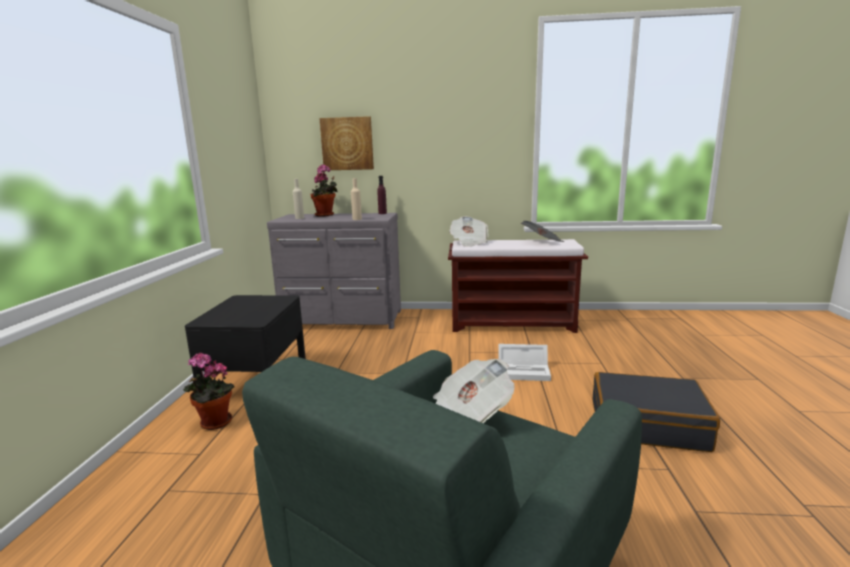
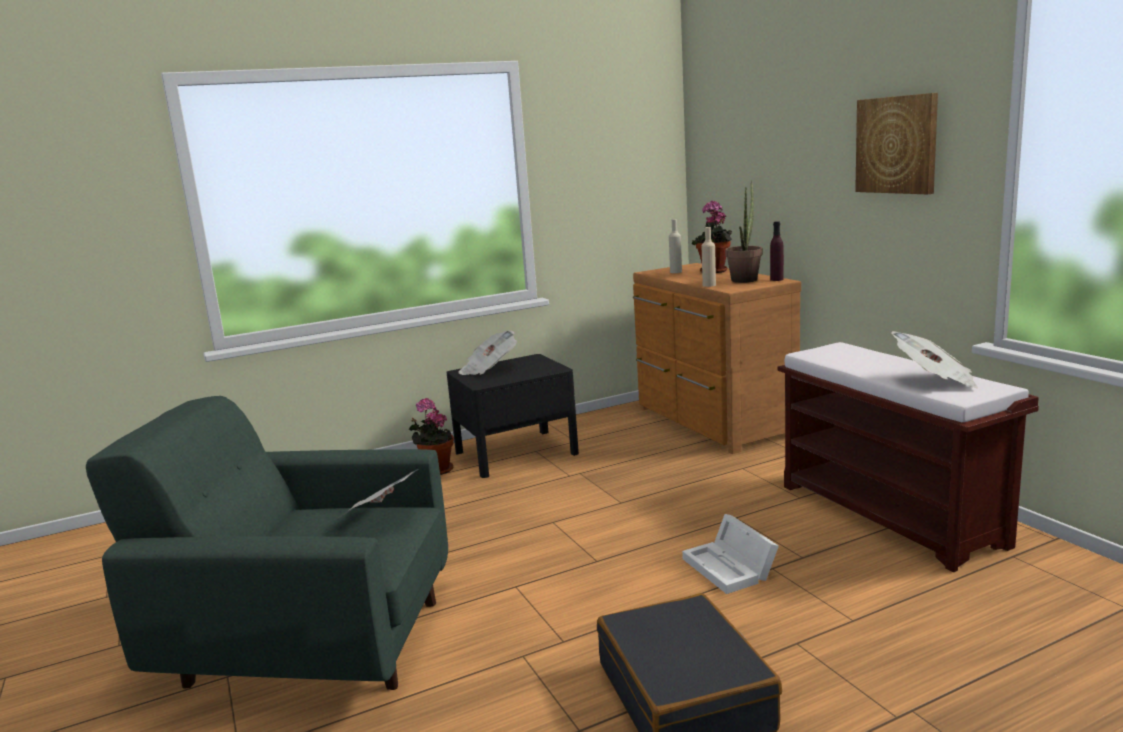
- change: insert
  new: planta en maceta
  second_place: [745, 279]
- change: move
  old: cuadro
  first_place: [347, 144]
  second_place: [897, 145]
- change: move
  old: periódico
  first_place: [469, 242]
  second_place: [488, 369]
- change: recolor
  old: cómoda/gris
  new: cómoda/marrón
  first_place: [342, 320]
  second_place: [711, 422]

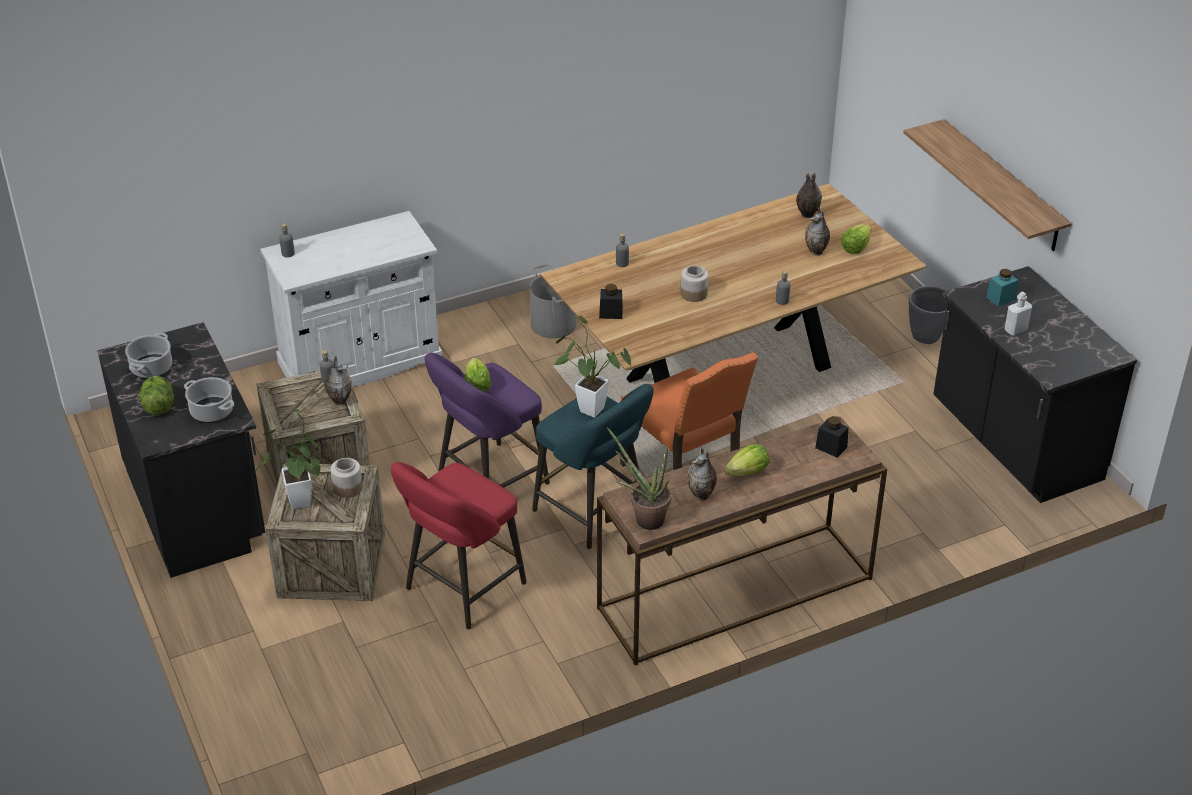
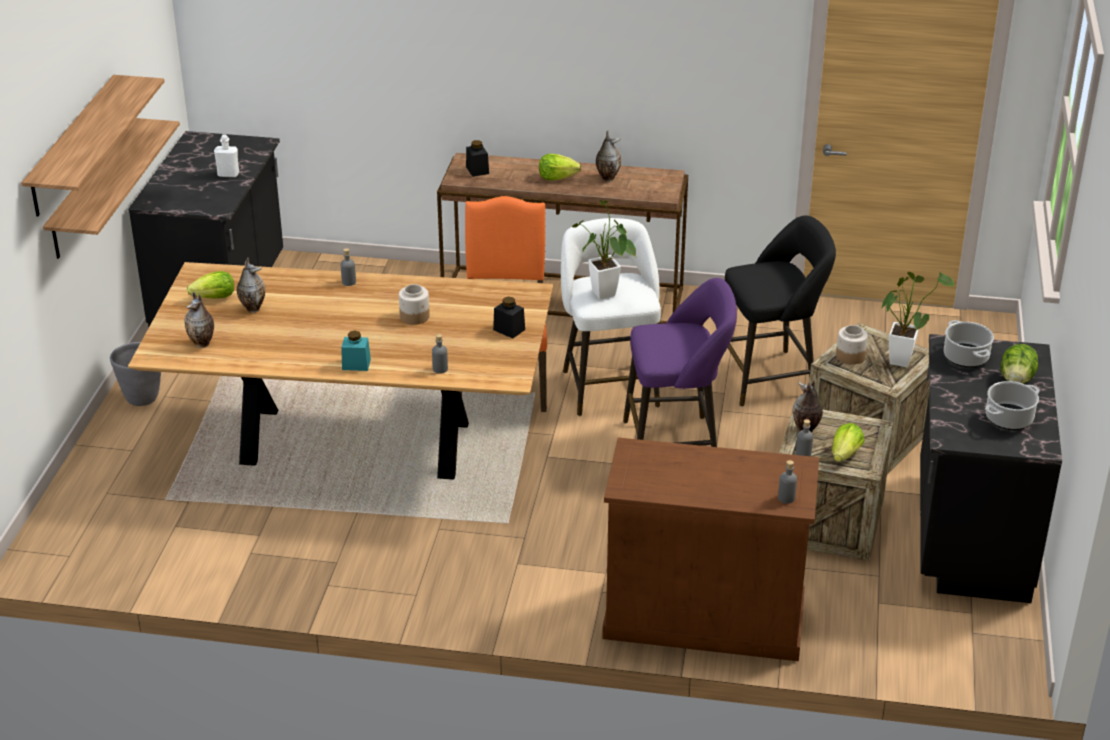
- change: delete
  old: cubo/gris
  first_place: [554, 324]
- change: delete
  old: planta en maceta
  first_place: [644, 518]
- change: insert
  new: estante
  second_place: [73, 146]
- change: move
  old: lechuga
  first_place: [477, 386]
  second_place: [845, 454]
- change: move
  old: tarro/turquesa
  first_place: [1001, 298]
  second_place: [356, 364]
- change: recolor
  old: armario/blanco
  new: armario/marrón
  first_place: [360, 362]
  second_place: [704, 618]
- change: recolor
  old: taburete/rojo
  new: taburete/negro
  first_place: [461, 590]
  second_place: [770, 377]
- change: recolor
  old: taburete/turquesa
  new: taburete/blanco
  first_place: [594, 513]
  second_place: [609, 385]

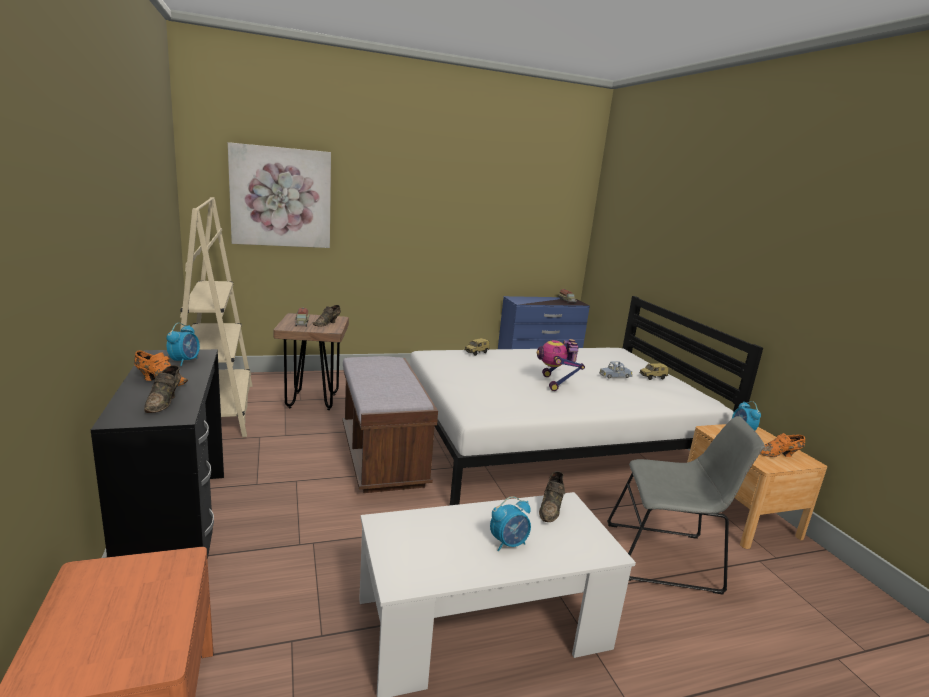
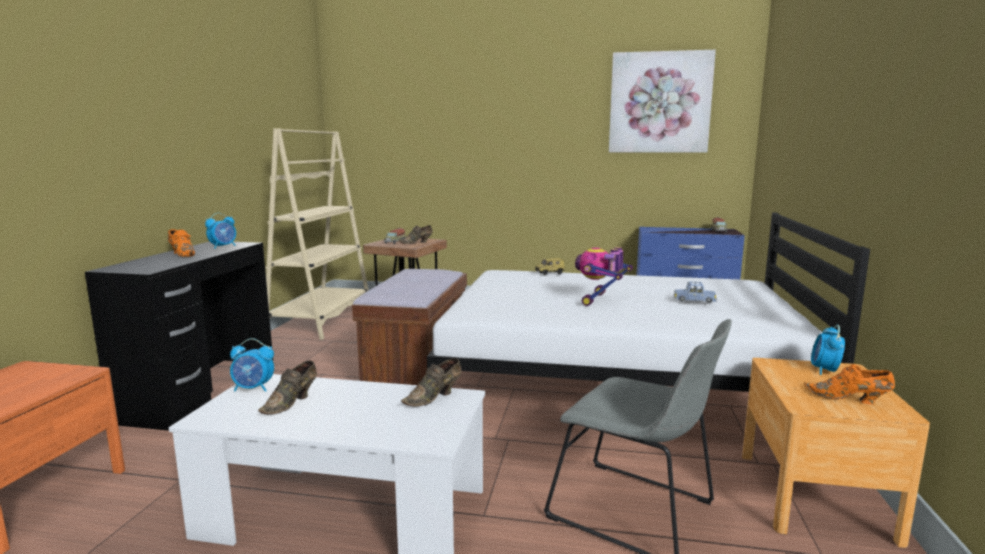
- change: delete
  old: coche de juguete
  first_place: [653, 378]
- change: move
  old: zapato/marrón
  first_place: [164, 402]
  second_place: [292, 402]
- change: move
  old: cuadro
  first_place: [281, 197]
  second_place: [659, 103]
- change: move
  old: despertador
  first_place: [509, 543]
  second_place: [253, 388]

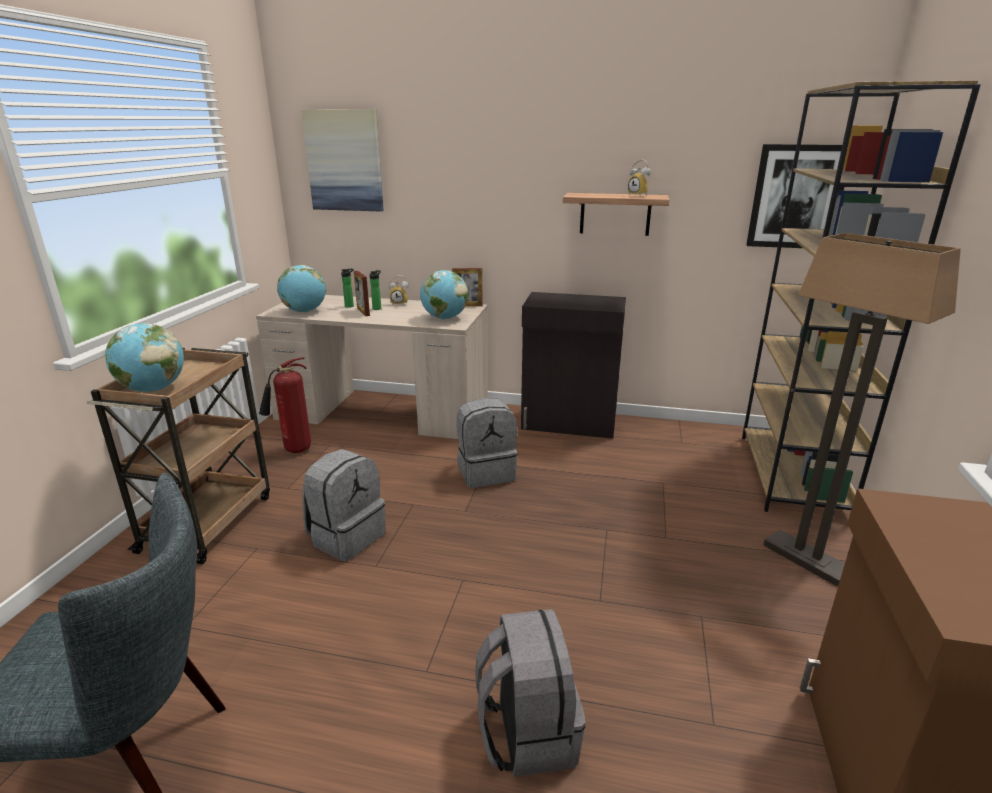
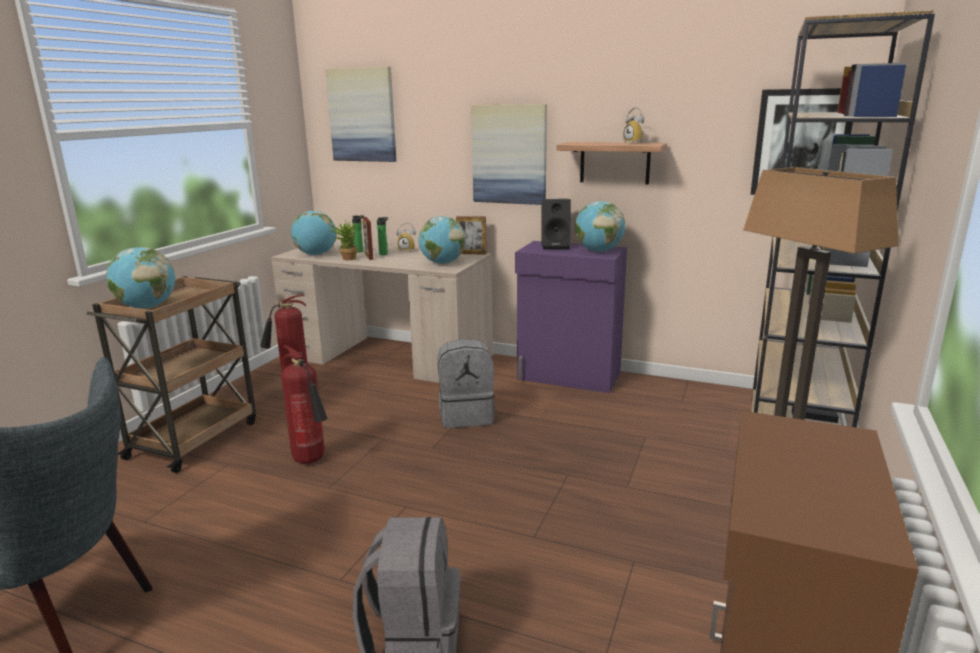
- change: insert
  new: planta en maceta
  second_place: [346, 258]
- change: insert
  new: cuadro
  second_place: [509, 154]
- change: insert
  new: altavoz/negro
  second_place: [556, 246]
- change: insert
  new: globo terráqueo
  second_place: [598, 251]
- change: replace
  old: mochila/gris
  new: extintor
  first_place: [346, 536]
  second_place: [312, 461]
- change: recolor
  old: armario/negro
  new: armario/morado
  first_place: [569, 423]
  second_place: [569, 377]

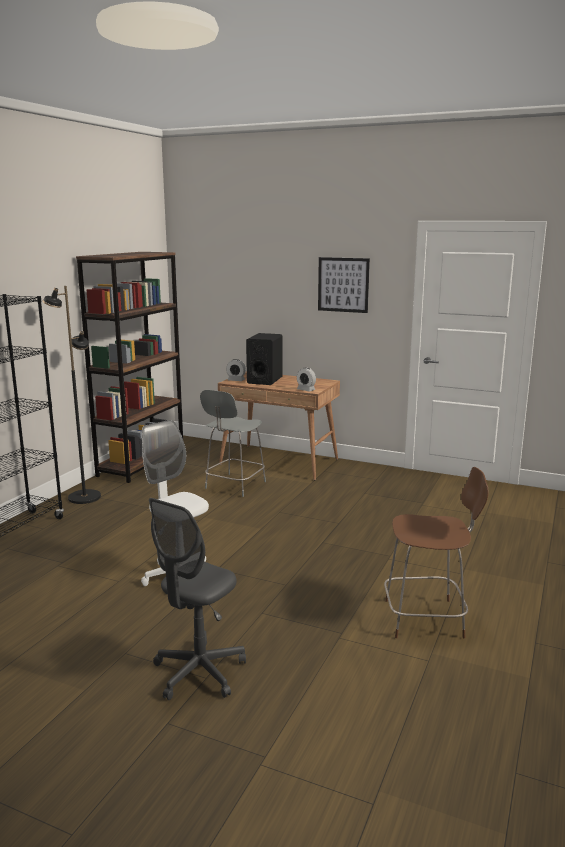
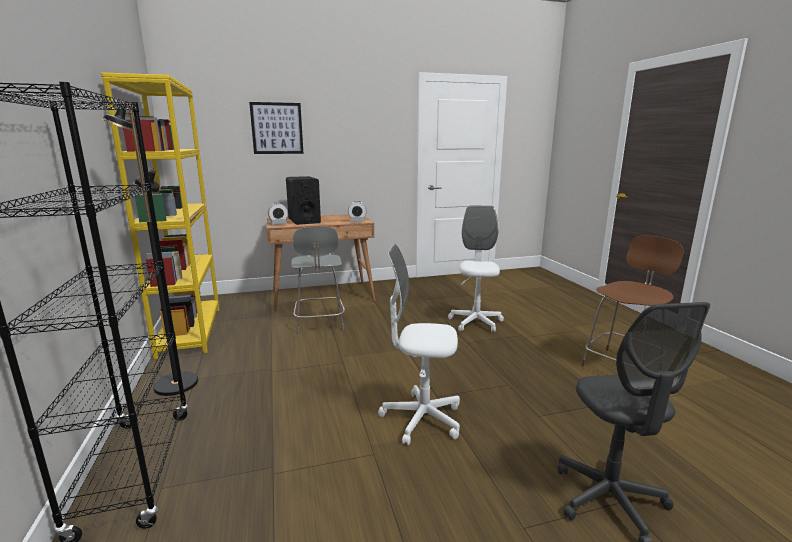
- change: insert
  new: silla de oficina/blanco
  second_place: [475, 322]
- change: move
  old: cuadro
  first_place: [343, 285]
  second_place: [277, 128]
- change: recolor
  old: estantería/marrón
  new: estantería/amarillo
  first_place: [141, 463]
  second_place: [190, 331]

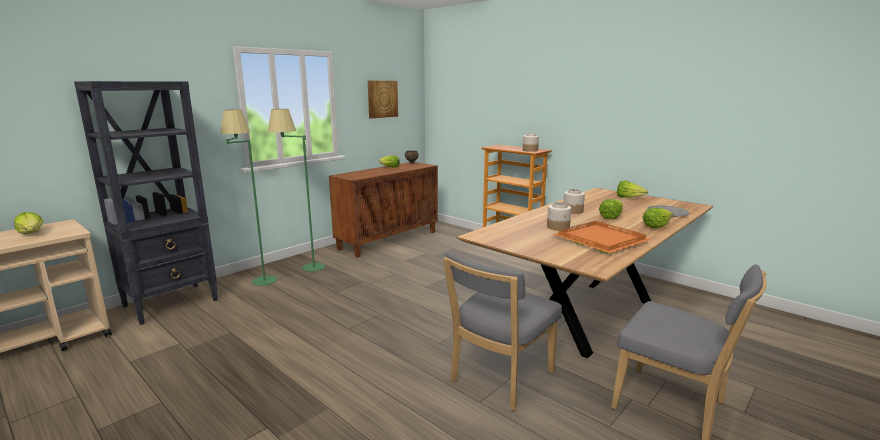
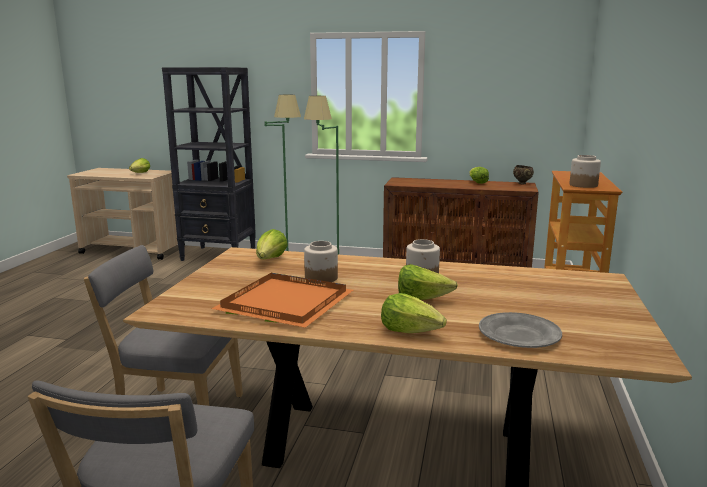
- change: delete
  old: cuadro
  first_place: [382, 99]
- change: move
  old: lechuga
  first_place: [628, 198]
  second_place: [270, 260]

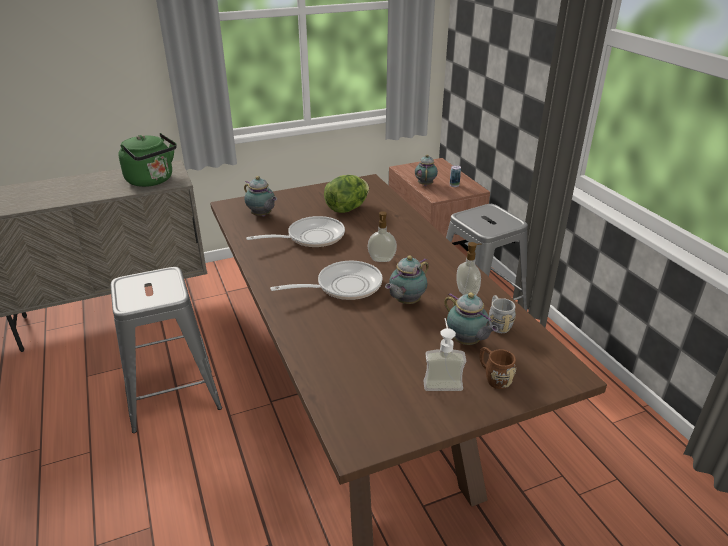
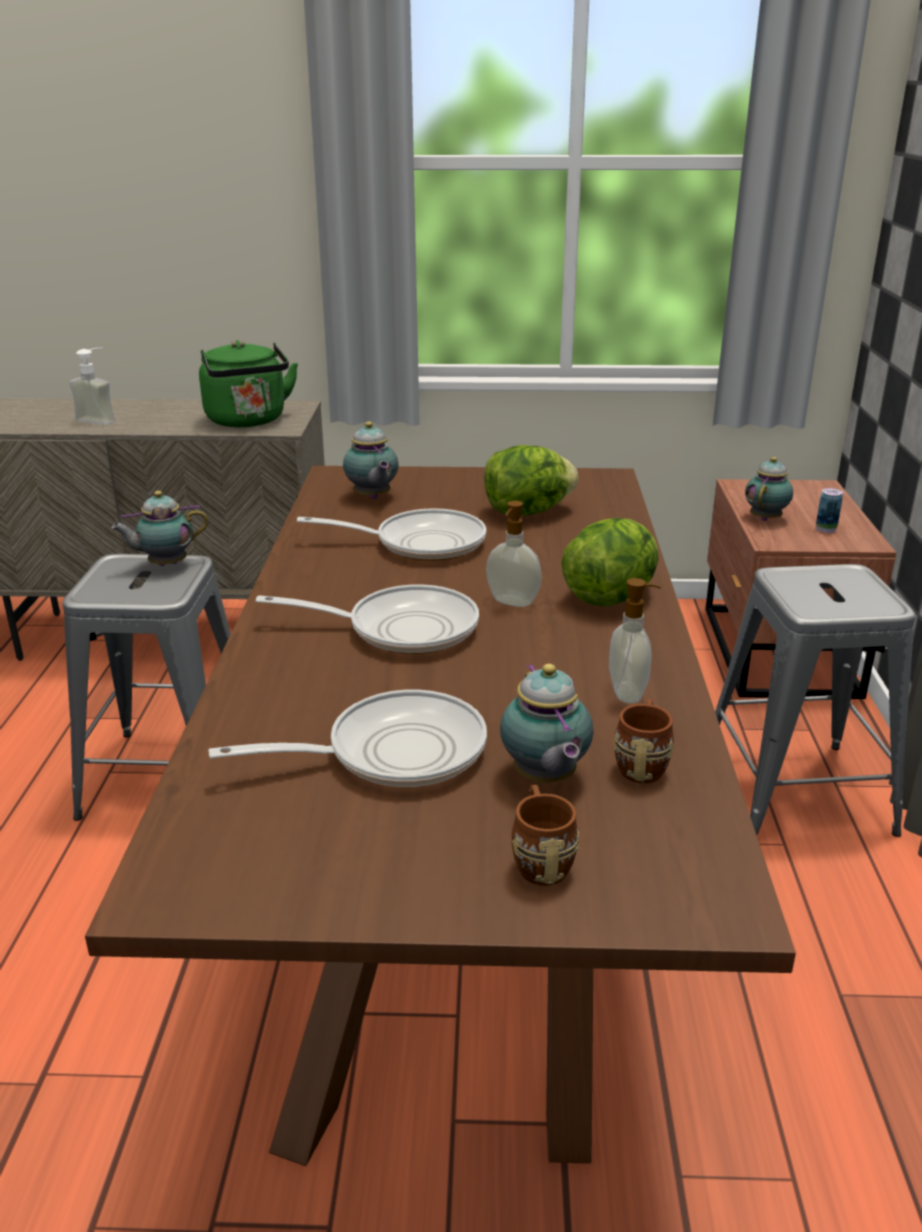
- change: insert
  new: sartén
  second_place: [392, 752]
- change: insert
  new: lechuga
  second_place: [610, 596]
- change: move
  old: tetera
  first_place: [405, 302]
  second_place: [165, 564]
- change: move
  old: dispensador de jabón
  first_place: [442, 380]
  second_place: [101, 419]
- change: recolor
  old: taza grande/gris
  new: taza grande/marrón
  first_place: [497, 323]
  second_place: [642, 762]

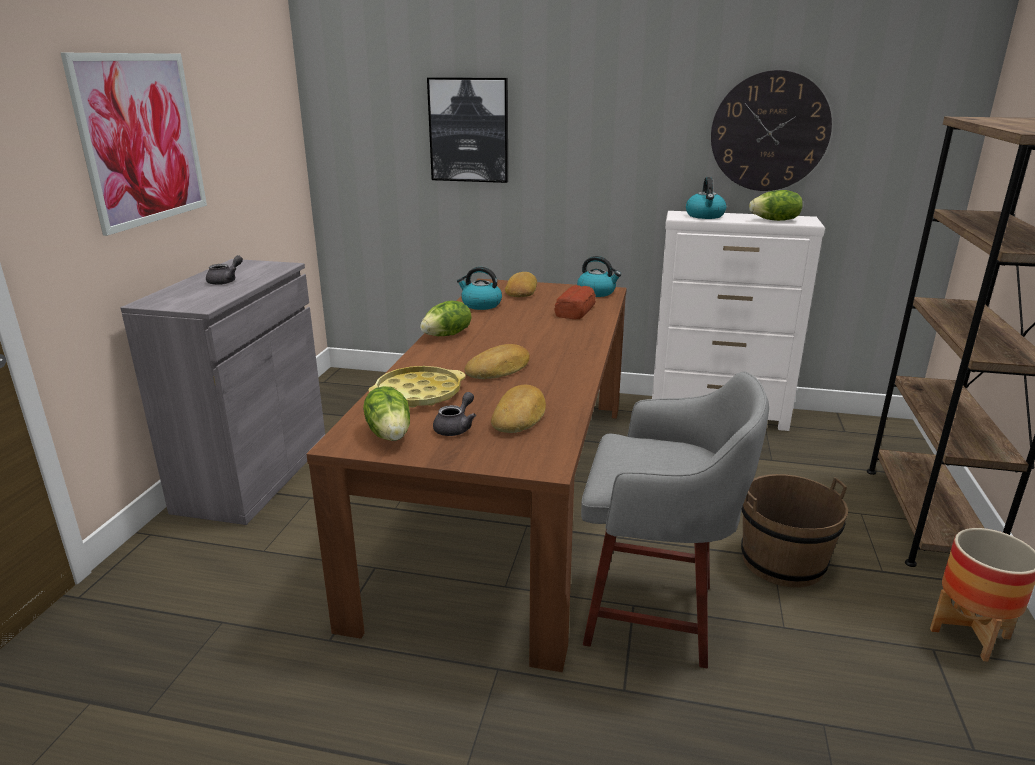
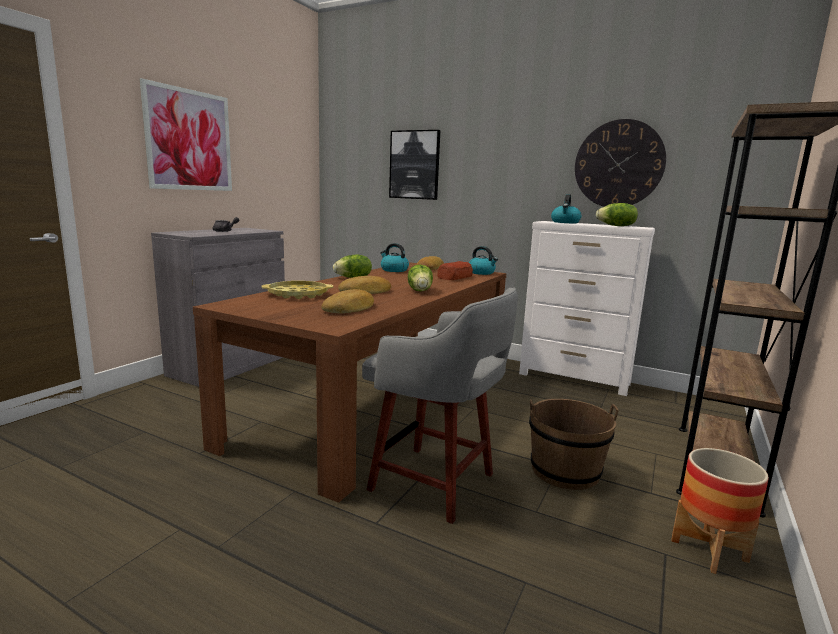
- change: delete
  old: tetera/gris
  first_place: [456, 427]
- change: move
  old: lechuga
  first_place: [390, 434]
  second_place: [420, 291]

